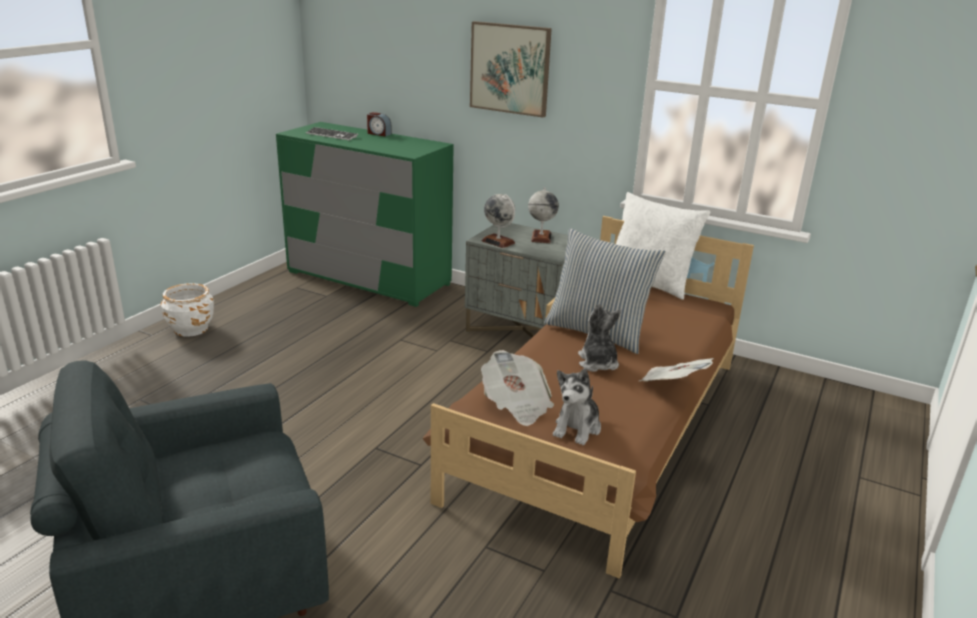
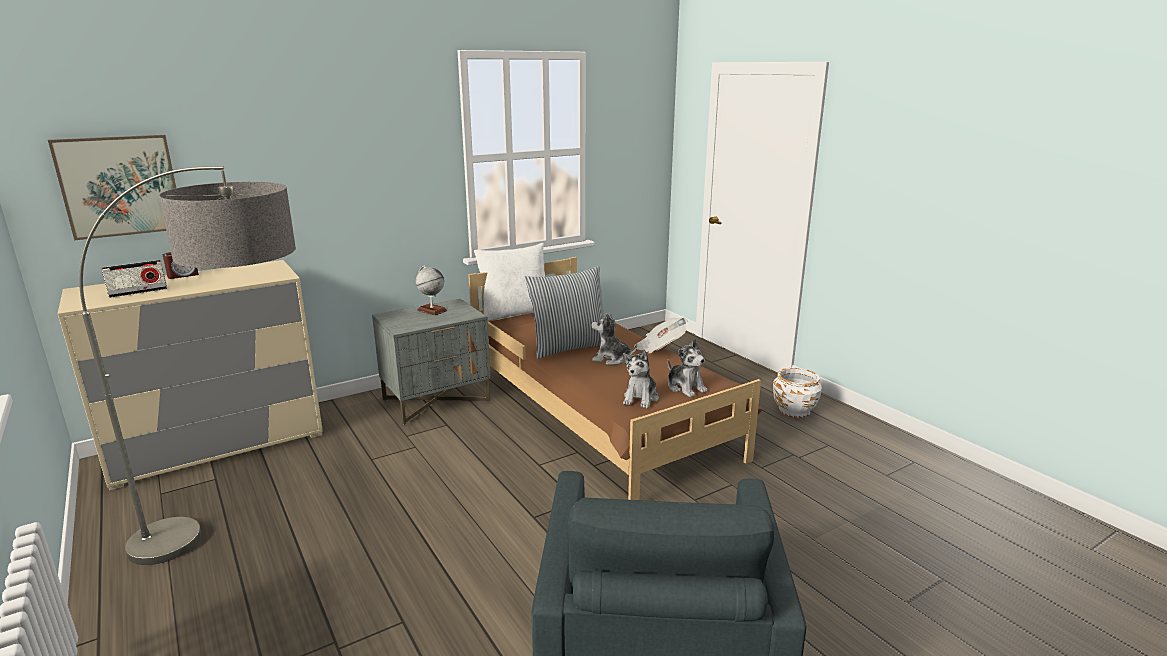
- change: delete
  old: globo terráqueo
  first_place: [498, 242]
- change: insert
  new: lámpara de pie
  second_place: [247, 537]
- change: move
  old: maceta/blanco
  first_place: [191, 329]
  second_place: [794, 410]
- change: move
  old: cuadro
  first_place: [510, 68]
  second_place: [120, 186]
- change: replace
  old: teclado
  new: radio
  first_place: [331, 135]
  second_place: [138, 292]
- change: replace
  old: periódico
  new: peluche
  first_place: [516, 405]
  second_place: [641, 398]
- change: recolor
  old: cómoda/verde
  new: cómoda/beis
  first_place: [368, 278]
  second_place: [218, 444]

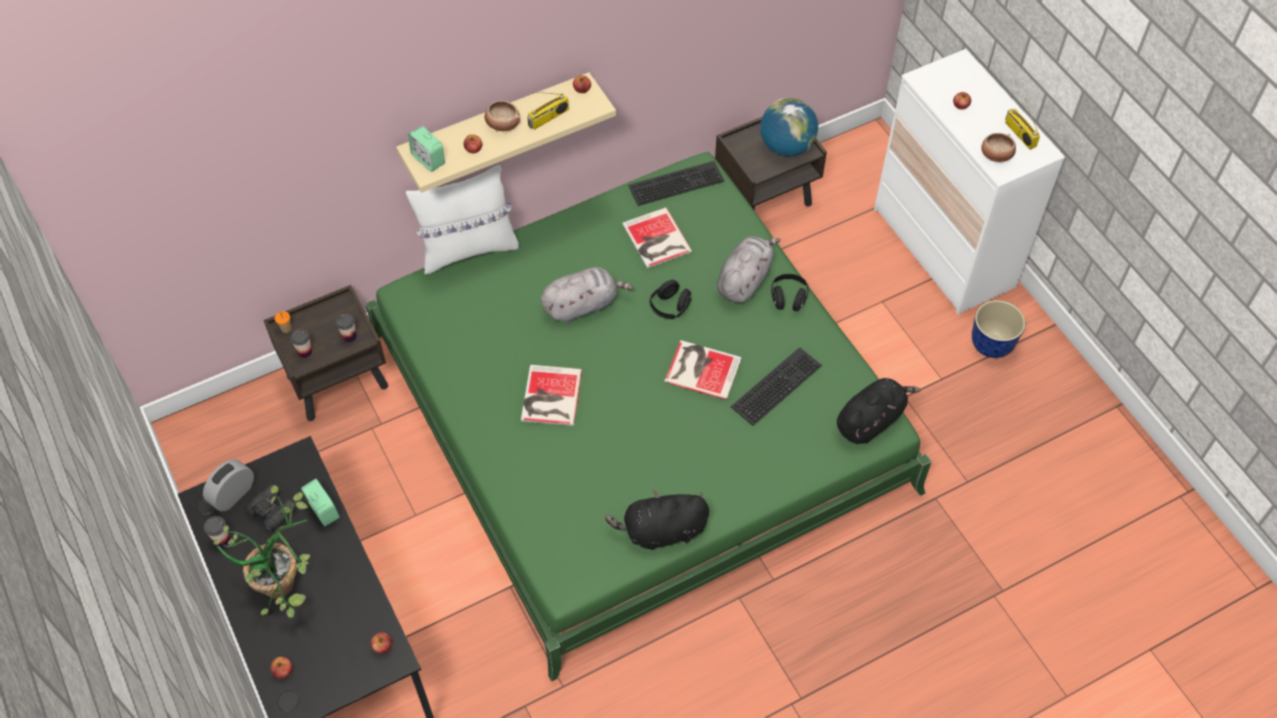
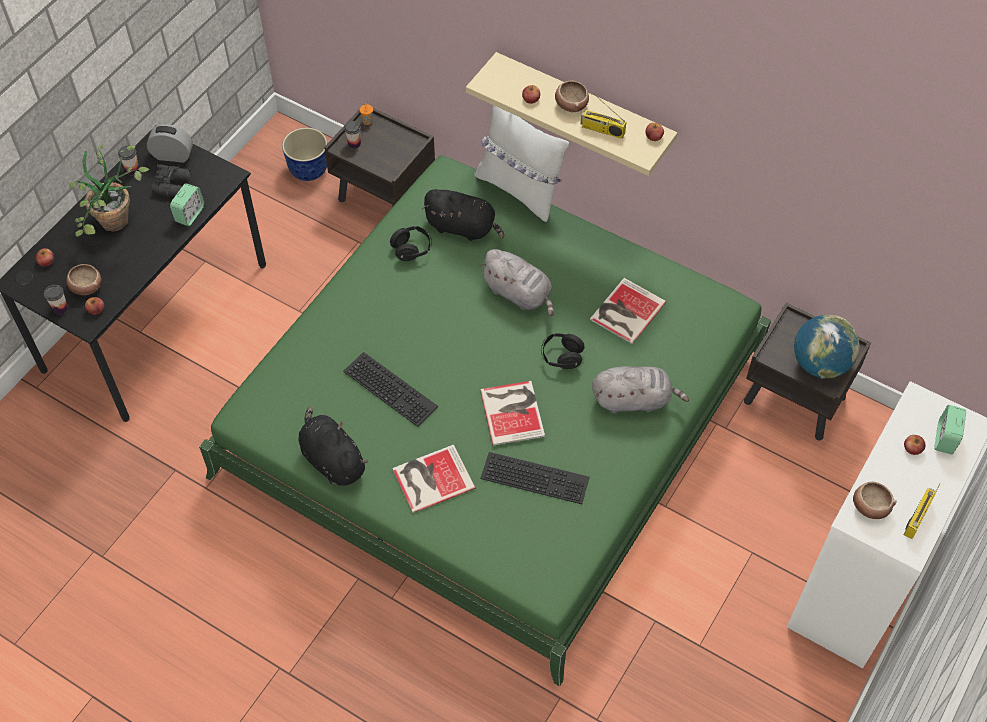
- change: insert
  new: cuenco
  second_place: [86, 286]
- change: move
  old: taza
  first_place: [349, 337]
  second_place: [60, 309]
- change: move
  old: despertador
  first_place: [428, 159]
  second_place: [945, 438]
- change: move
  old: libro
  first_place: [549, 397]
  second_place: [431, 478]
- change: move
  old: teclado
  first_place: [676, 182]
  second_place: [392, 388]
- change: move
  old: auriculares/negro
  first_place: [788, 298]
  second_place: [412, 249]
- change: move
  old: peluche/negro
  first_place: [871, 420]
  second_place: [463, 227]
- change: move
  old: maceta
  first_place: [991, 344]
  second_place: [309, 170]

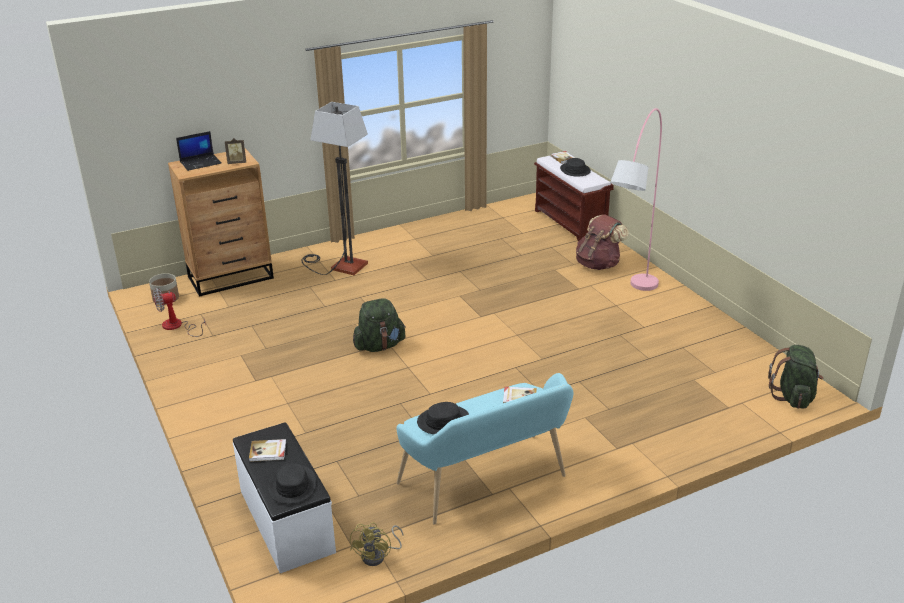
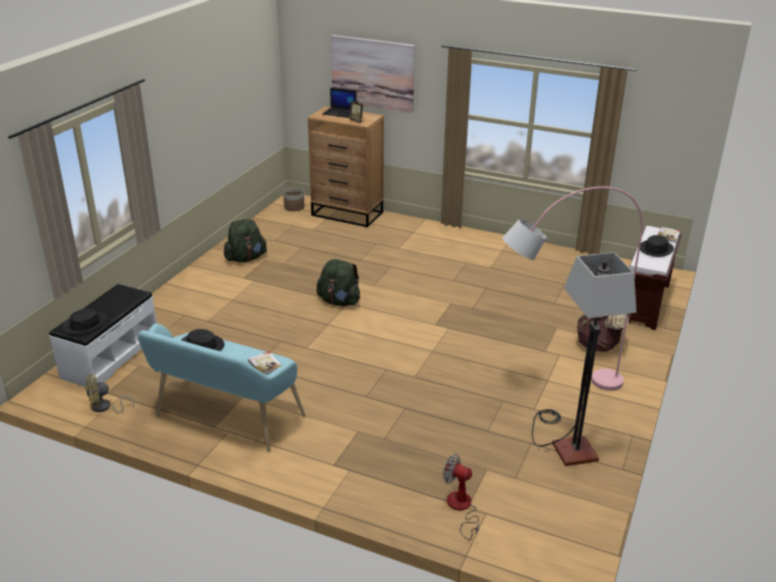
- change: delete
  old: libro
  first_place: [268, 452]
- change: insert
  new: cuadro
  second_place: [372, 73]
- change: move
  old: ventilador
  first_place: [177, 326]
  second_place: [461, 508]
- change: move
  old: lámpara de pie
  first_place: [339, 266]
  second_place: [566, 444]
- change: move
  old: mochila/verde
  first_place: [793, 397]
  second_place: [246, 258]

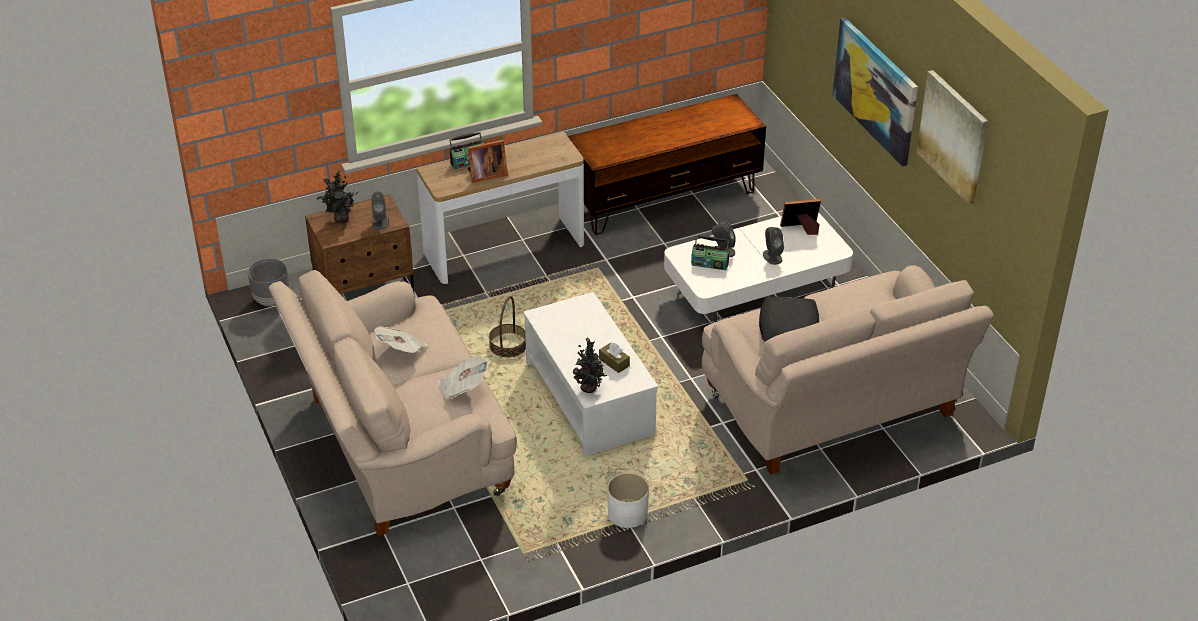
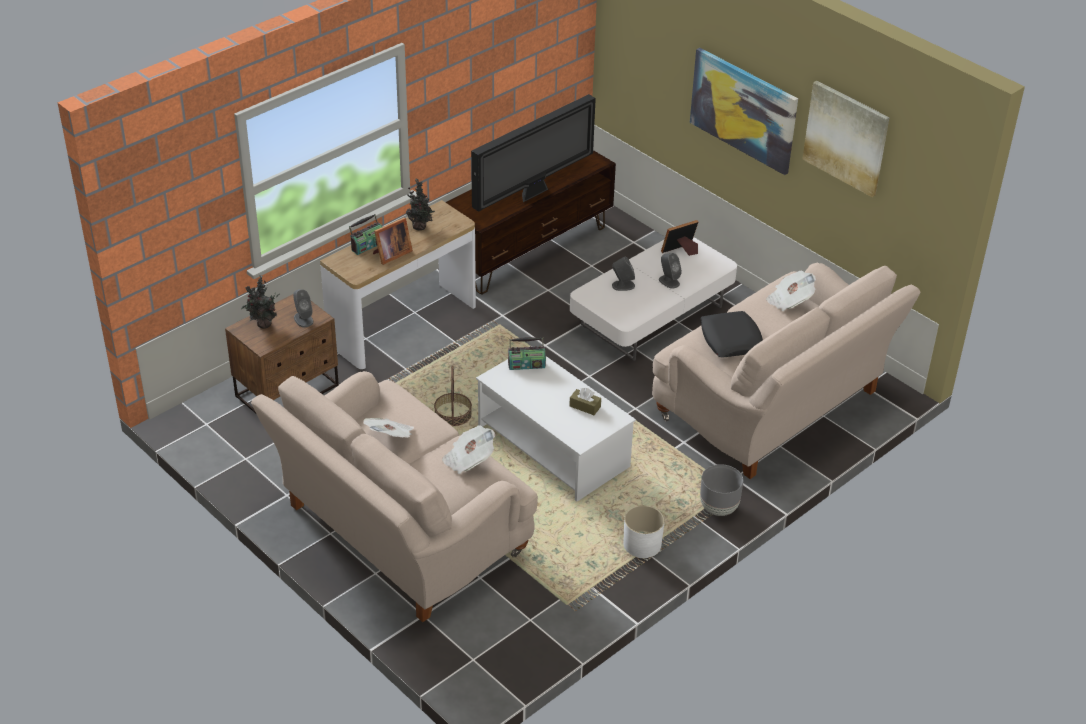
- change: insert
  new: televisor
  second_place: [534, 193]
- change: insert
  new: periódico
  second_place: [789, 300]
- change: move
  old: maceta/gris
  first_place: [271, 301]
  second_place: [718, 508]
- change: move
  old: planta en maceta
  first_place: [590, 389]
  second_place: [421, 227]
- change: move
  old: radio
  first_place: [710, 264]
  second_place: [526, 365]

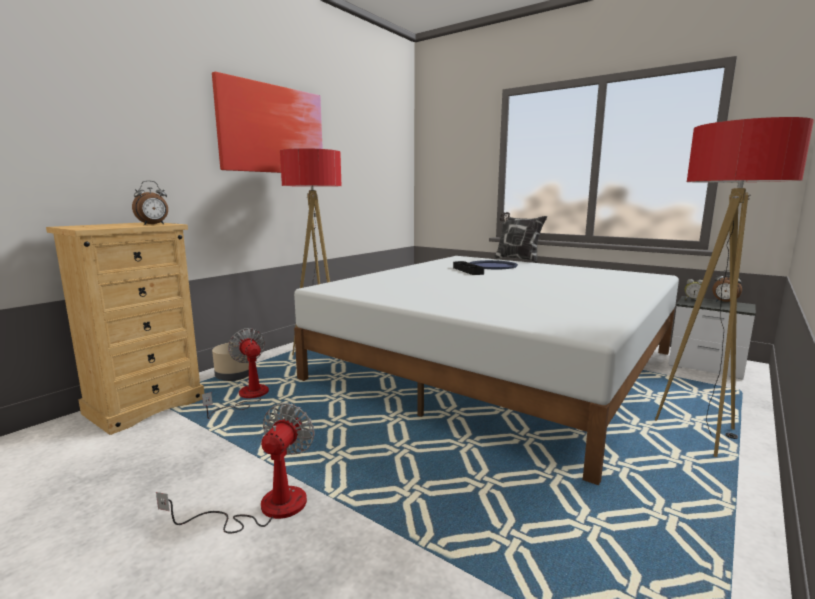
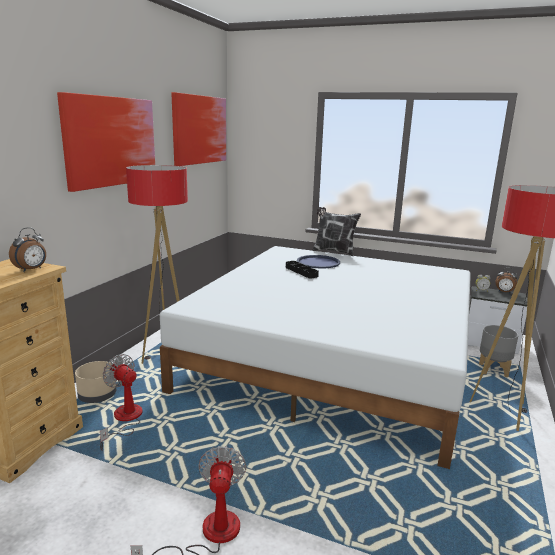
- change: insert
  new: cuadro
  second_place: [199, 130]
- change: insert
  new: maceta/gris
  second_place: [493, 370]

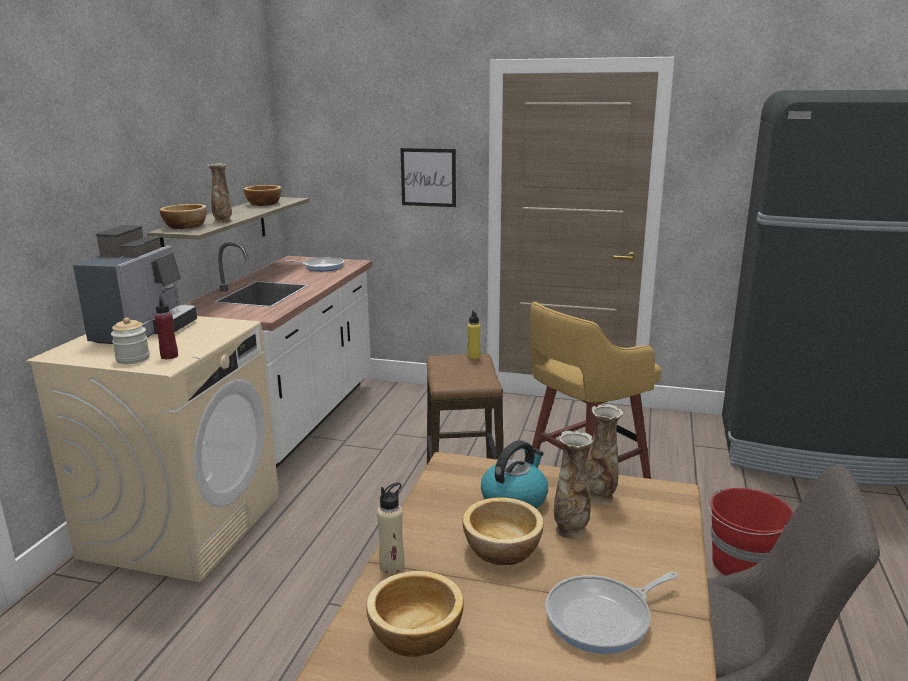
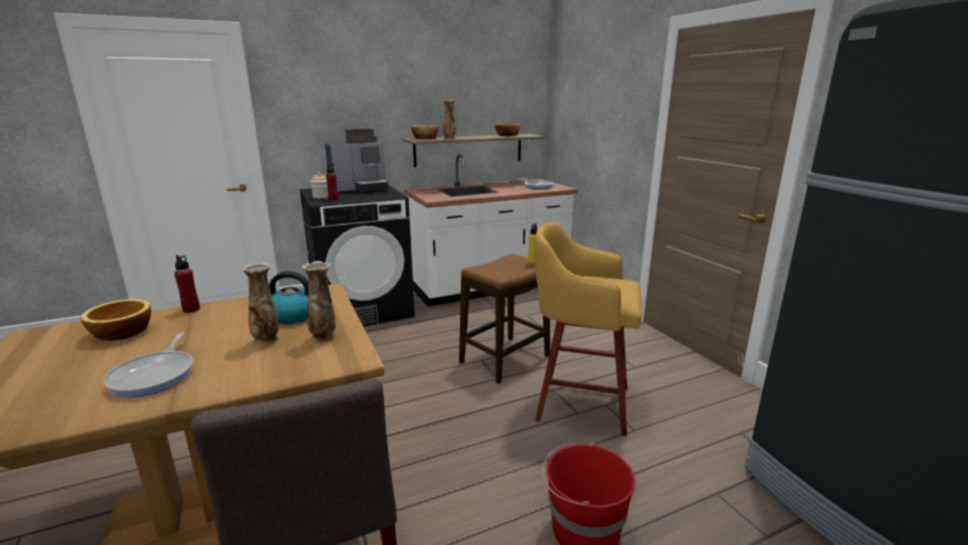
- change: delete
  old: cuadro
  first_place: [428, 177]
- change: delete
  old: cuenco
  first_place: [504, 549]
- change: recolor
  old: lavadora/beis
  new: lavadora/negro
  first_place: [184, 525]
  second_place: [363, 309]
- change: recolor
  old: botella/beis
  new: botella/rojo
  first_place: [392, 565]
  second_place: [191, 309]
- change: rotate
  old: sartén
  first_place: [603, 618]
  second_place: [155, 375]
  degrees: -120

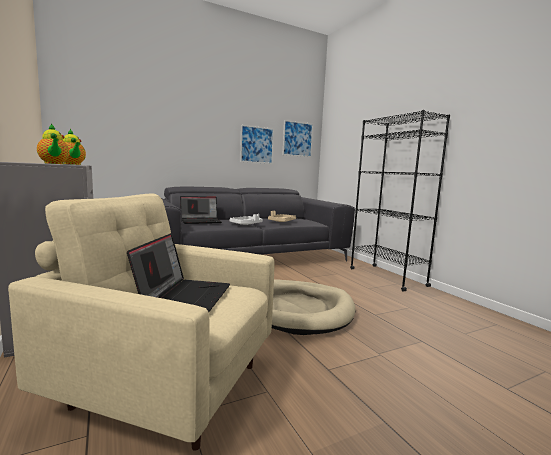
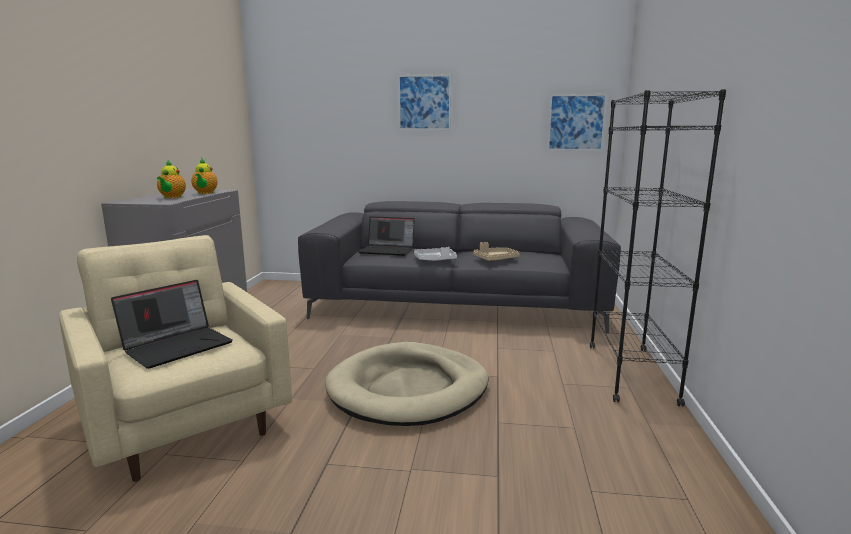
- change: move
  old: cuadro
  first_place: [257, 144]
  second_place: [424, 102]

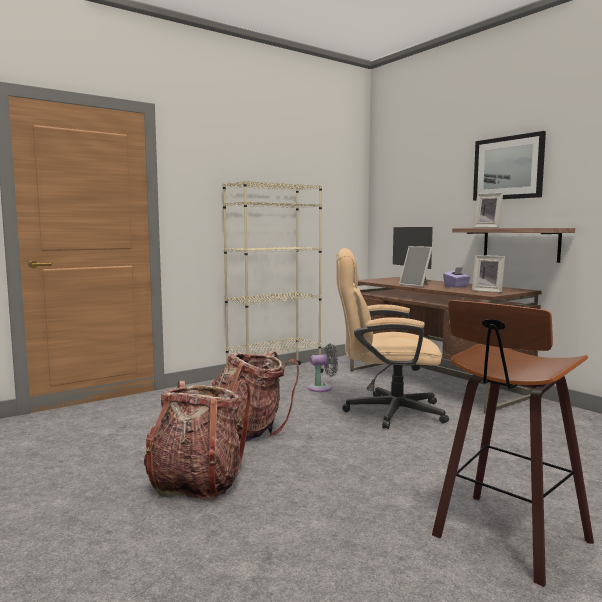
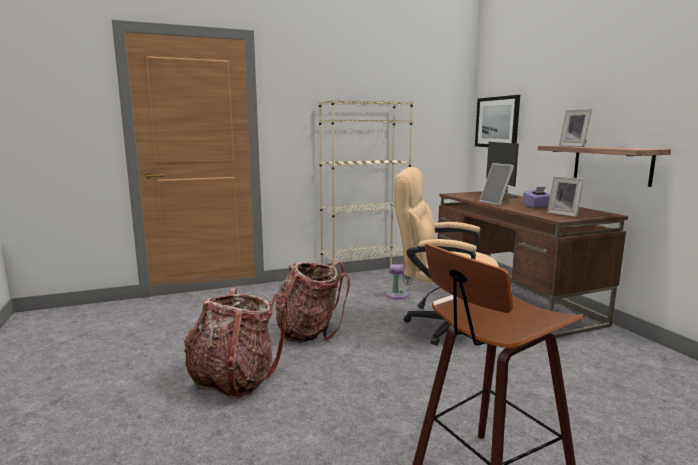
- change: move
  old: cuadro
  first_place: [508, 168]
  second_place: [497, 122]

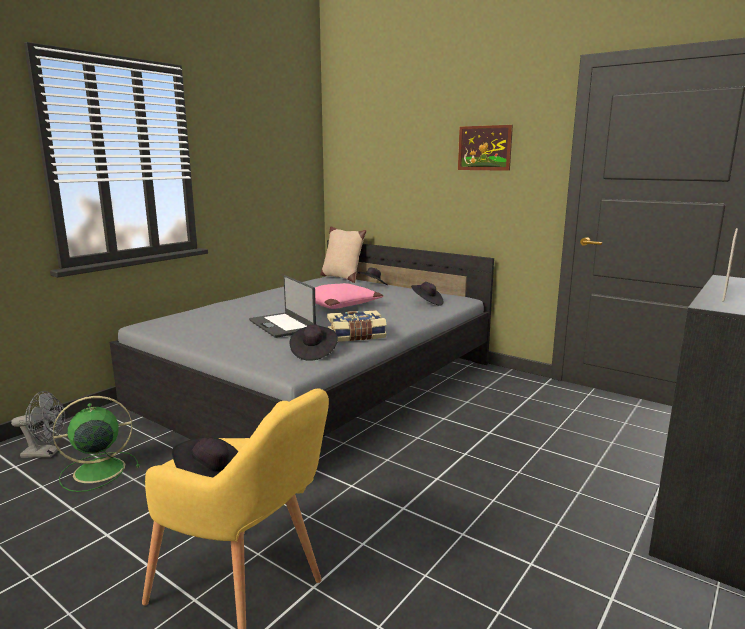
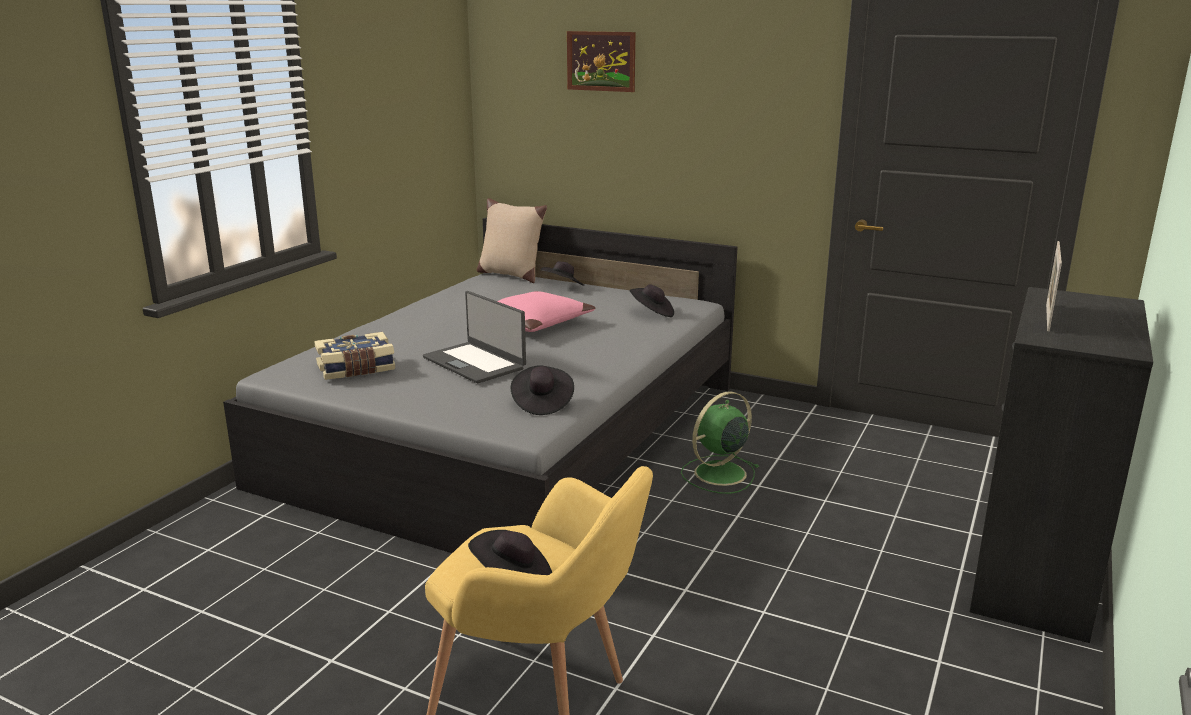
- change: delete
  old: ventilador/gris
  first_place: [46, 453]
- change: move
  old: ventilador/verde
  first_place: [97, 471]
  second_place: [718, 474]
- change: move
  old: libro
  first_place: [356, 336]
  second_place: [356, 369]
- change: move
  old: cuadro
  first_place: [484, 148]
  second_place: [601, 61]

